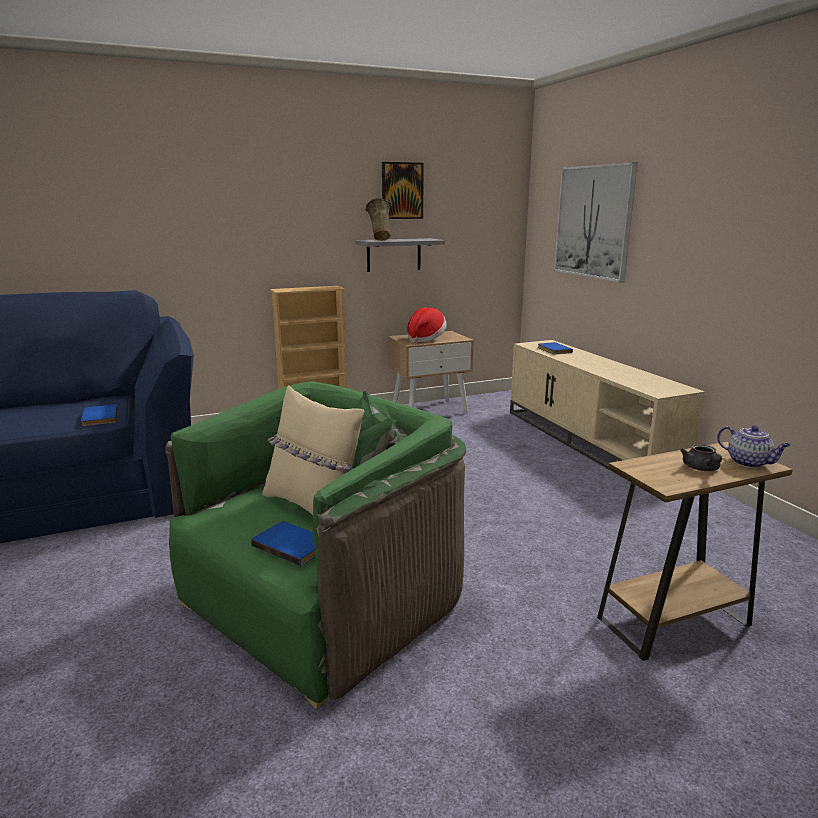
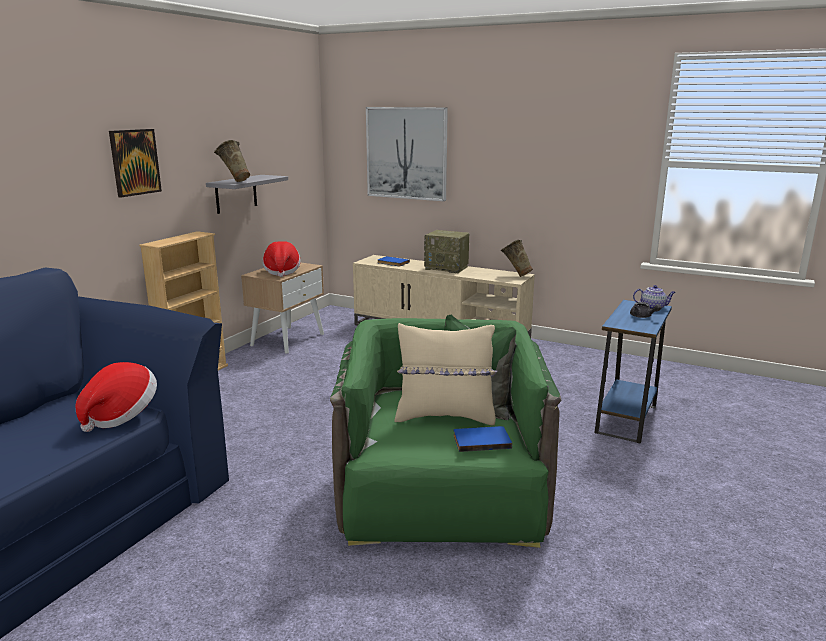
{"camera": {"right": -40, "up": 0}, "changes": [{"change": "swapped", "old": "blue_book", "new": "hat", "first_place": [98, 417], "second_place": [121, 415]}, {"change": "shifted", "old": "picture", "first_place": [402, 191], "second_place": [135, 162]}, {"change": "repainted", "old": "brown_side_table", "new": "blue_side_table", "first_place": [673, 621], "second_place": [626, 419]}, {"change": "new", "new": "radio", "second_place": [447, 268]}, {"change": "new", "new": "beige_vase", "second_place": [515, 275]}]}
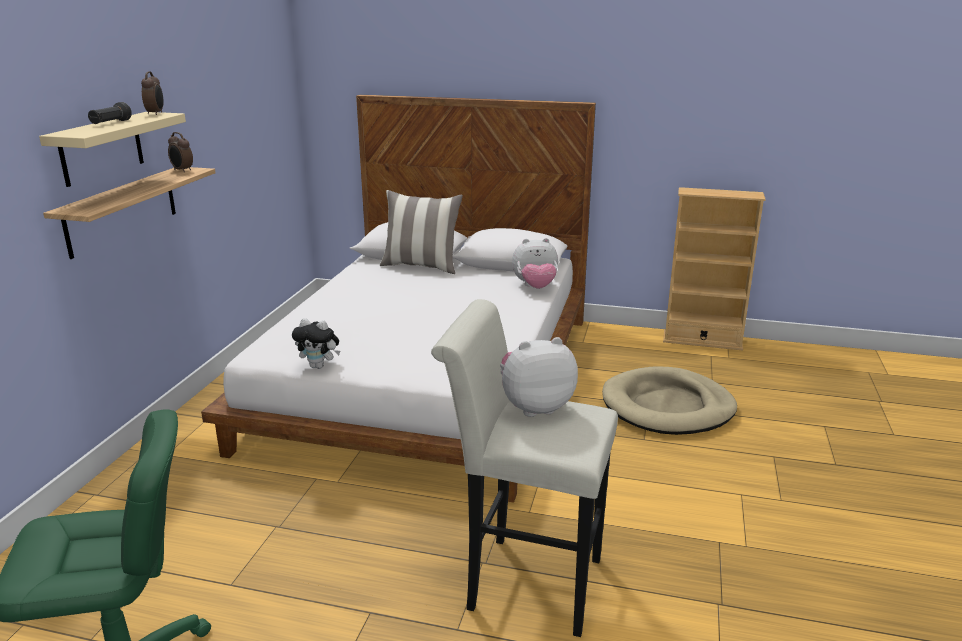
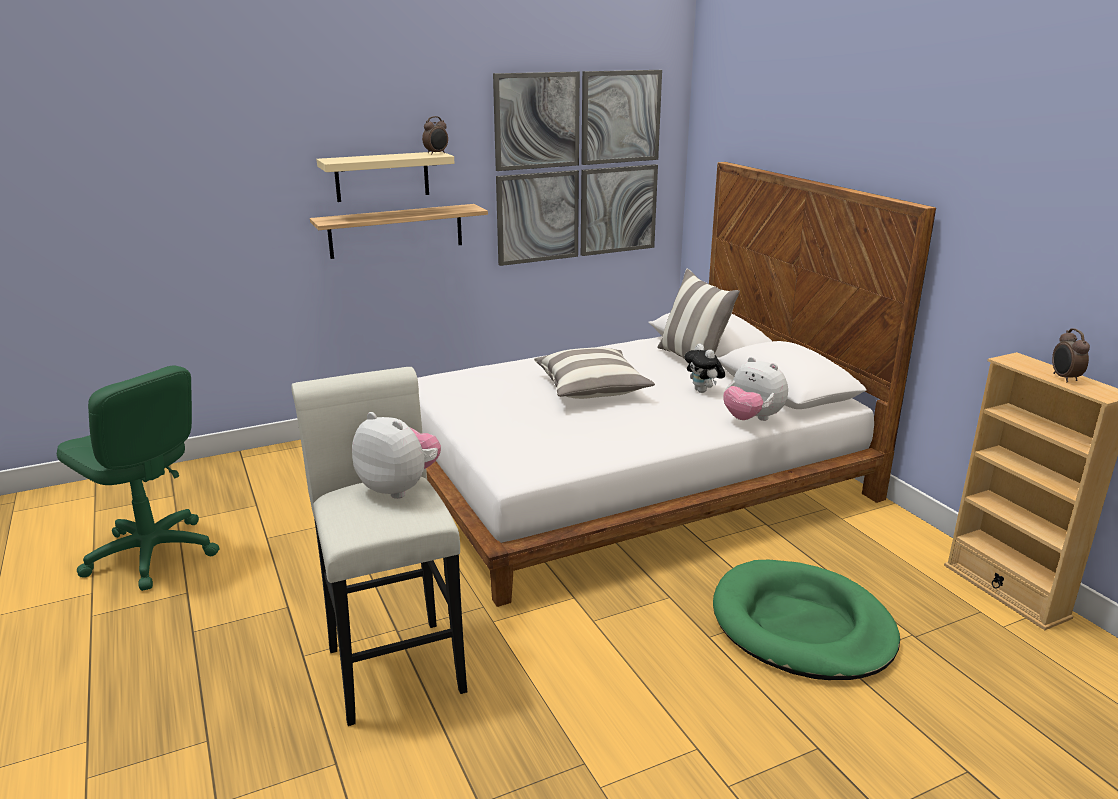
{"camera": {"right": 50, "up": 0}, "changes": [{"change": "gone", "old": "black_flashlight", "first_place": [110, 123]}, {"change": "shifted", "old": "alarm_clock", "first_place": [182, 170], "second_place": [1064, 378]}, {"change": "shifted", "old": "plush_toy", "first_place": [319, 366], "second_place": [703, 391]}, {"change": "repainted", "old": "beige_dog_bed", "new": "green_dog_bed", "first_place": [667, 406], "second_place": [801, 626]}, {"change": "new", "new": "picture", "second_place": [579, 167]}, {"change": "new", "new": "pillow", "second_place": [591, 388]}]}
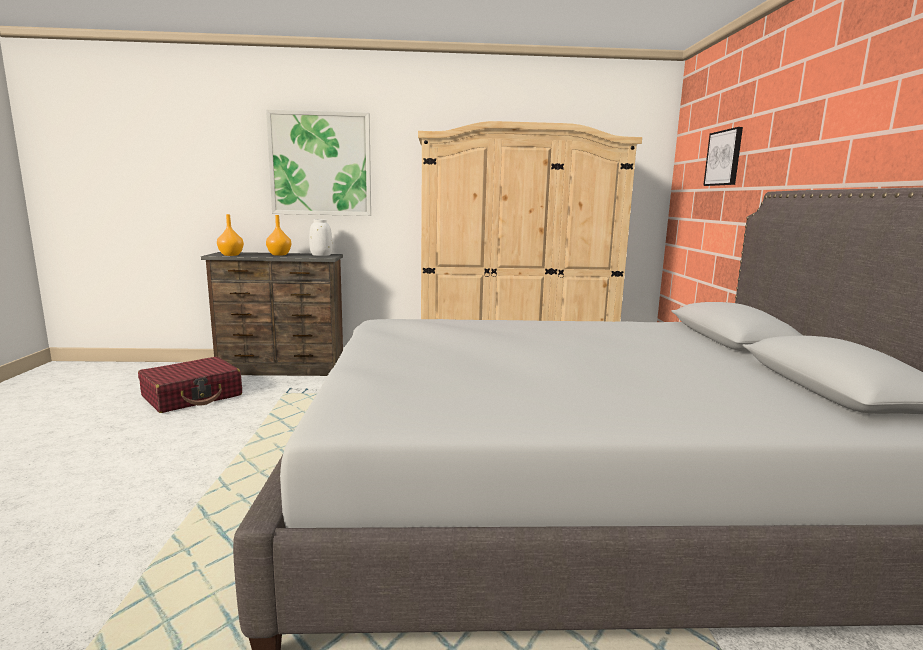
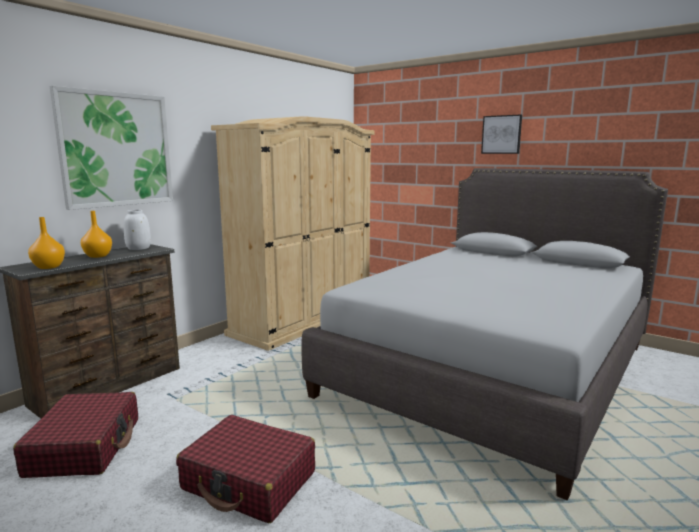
{"camera": {"right": -50, "up": 0}, "changes": [{"change": "shifted", "old": "picture", "first_place": [724, 158], "second_place": [501, 134]}, {"change": "new", "new": "red_suitcase", "second_place": [249, 481]}]}
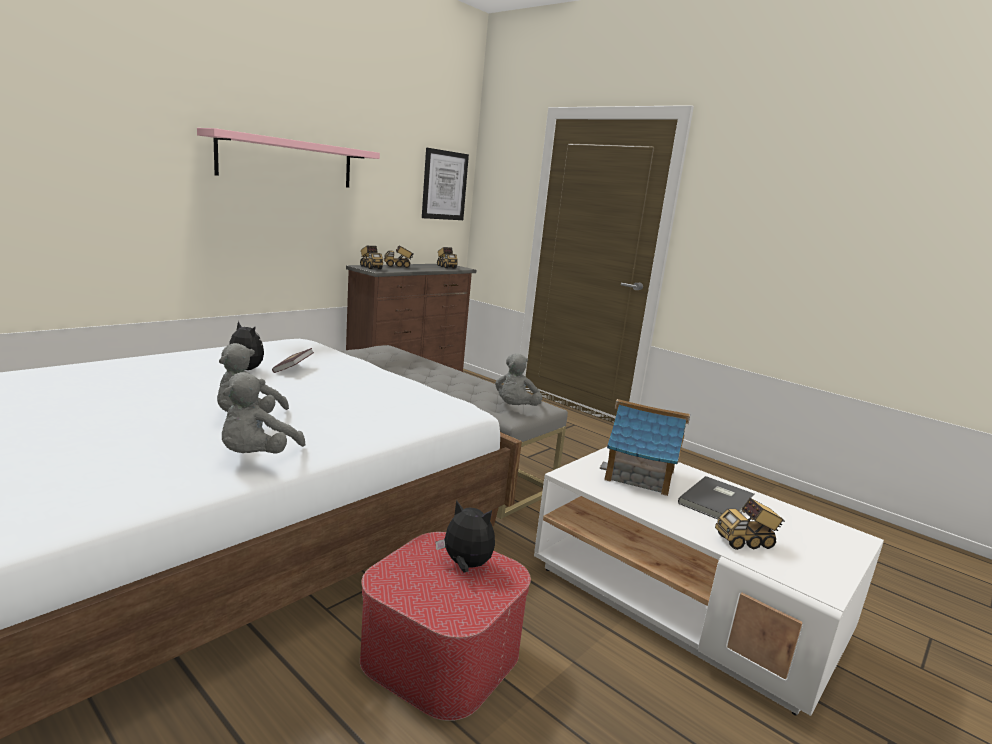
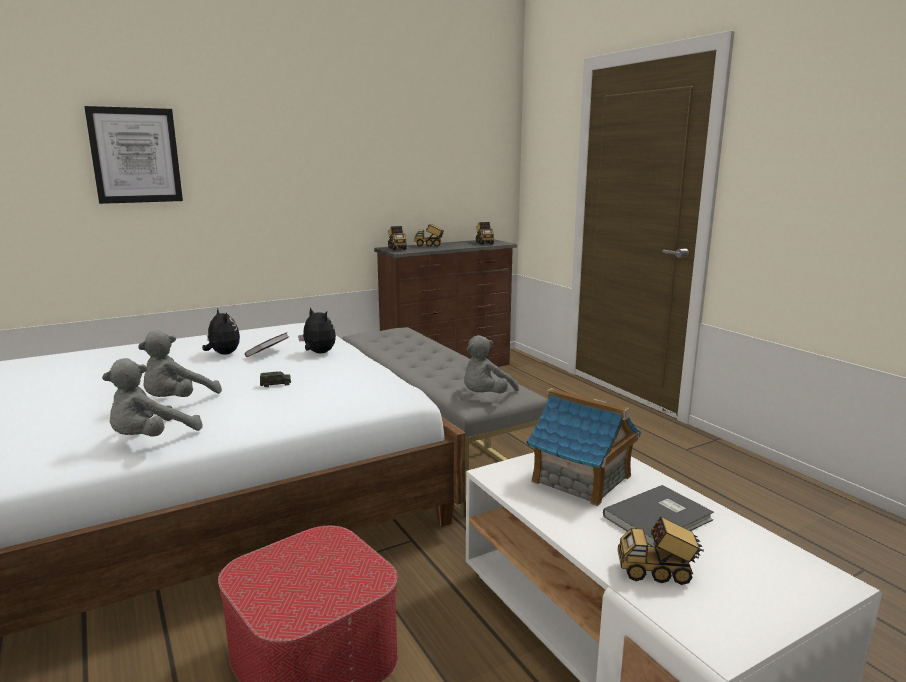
{"camera": {"right": 20, "up": 0}, "changes": [{"change": "gone", "old": "pink_shelf", "first_place": [287, 161]}, {"change": "shifted", "old": "picture", "first_place": [444, 185], "second_place": [135, 155]}, {"change": "shifted", "old": "plush_toy", "first_place": [465, 565], "second_place": [318, 353]}, {"change": "new", "new": "toy_car", "second_place": [275, 384]}]}
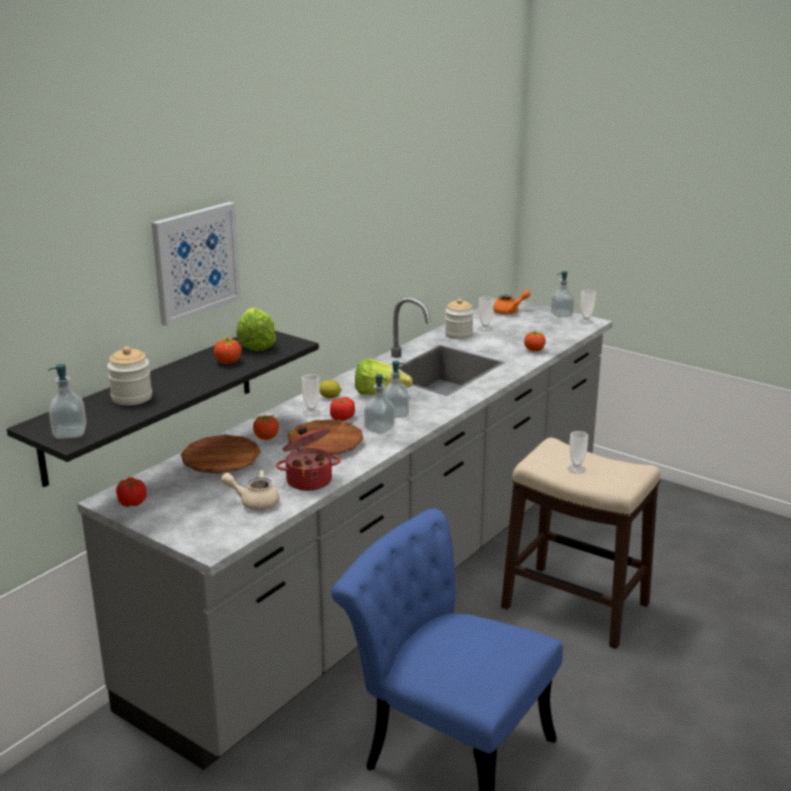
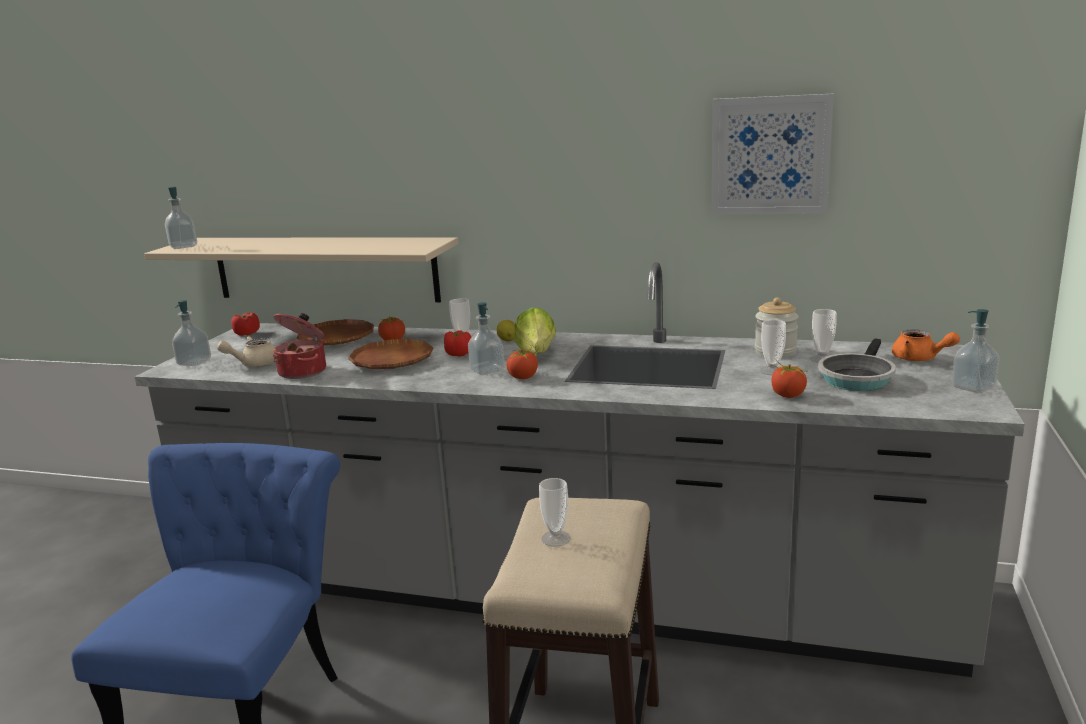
{"camera": {"right": 70, "up": -5}, "changes": [{"change": "repainted", "old": "black_shelf", "new": "beige_shelf", "first_place": [151, 403], "second_place": [324, 268]}, {"change": "gone", "old": "jar", "first_place": [132, 398]}, {"change": "shifted", "old": "picture", "first_place": [195, 262], "second_place": [770, 155]}, {"change": "shifted", "old": "tomato", "first_place": [228, 362], "second_place": [523, 377]}, {"change": "rotated", "old": "beige_teapot", "first_place": [254, 502], "second_place": [254, 364], "degrees": -105}, {"change": "gone", "old": "lettuce", "first_place": [257, 342]}, {"change": "shifted", "old": "soap_dispenser", "first_place": [379, 429], "second_place": [194, 362]}, {"change": "shifted", "old": "cup", "first_place": [586, 321], "second_place": [772, 371]}, {"change": "new", "new": "frying_pan", "second_place": [856, 378]}]}
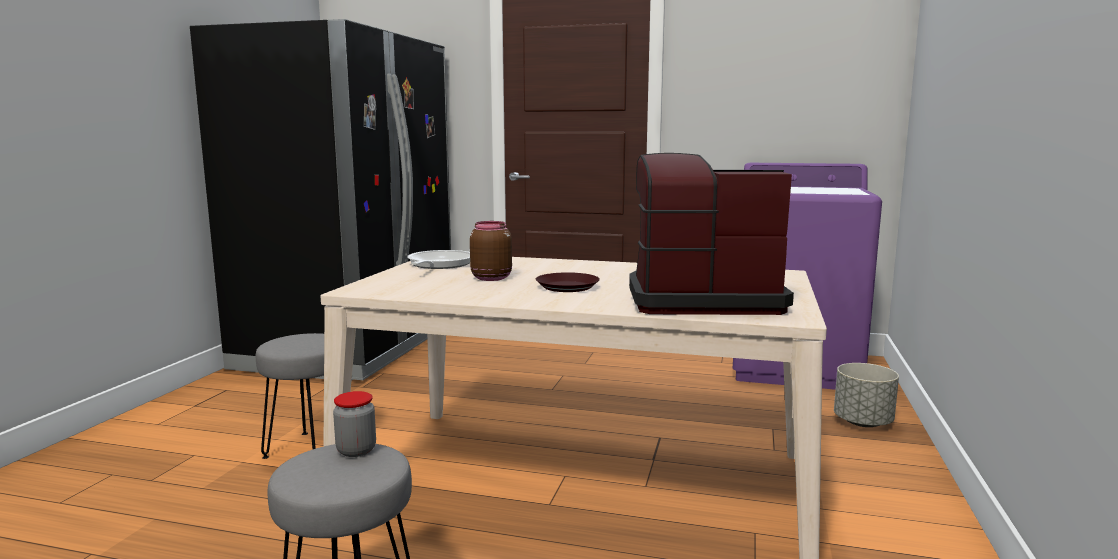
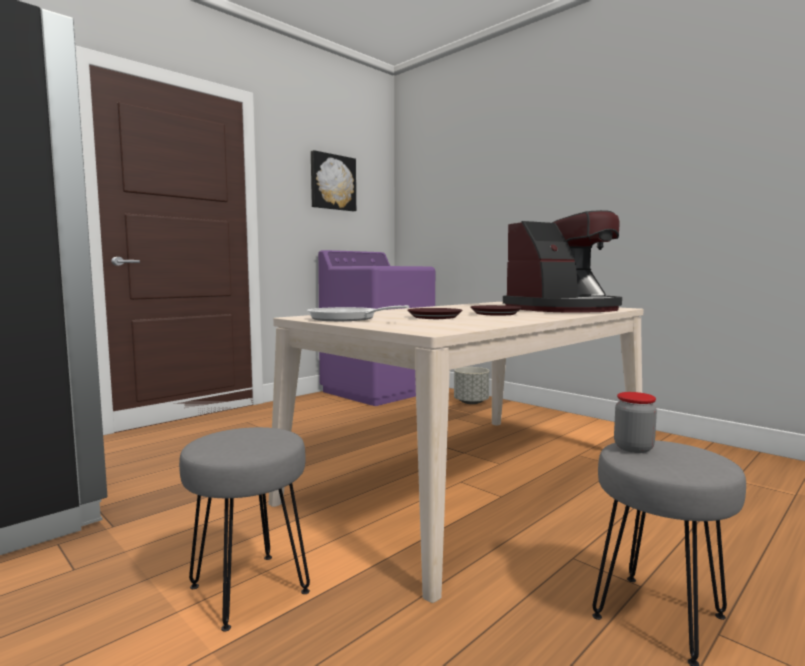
{"camera": {"right": -60, "up": -5}, "changes": [{"change": "swapped", "old": "brown_jar", "new": "brown_plate", "first_place": [490, 278], "second_place": [434, 317]}, {"change": "rotated", "old": "coffee_machine", "first_place": [700, 300], "second_place": [564, 309], "degrees": -150}, {"change": "new", "new": "picture", "second_place": [332, 182]}]}
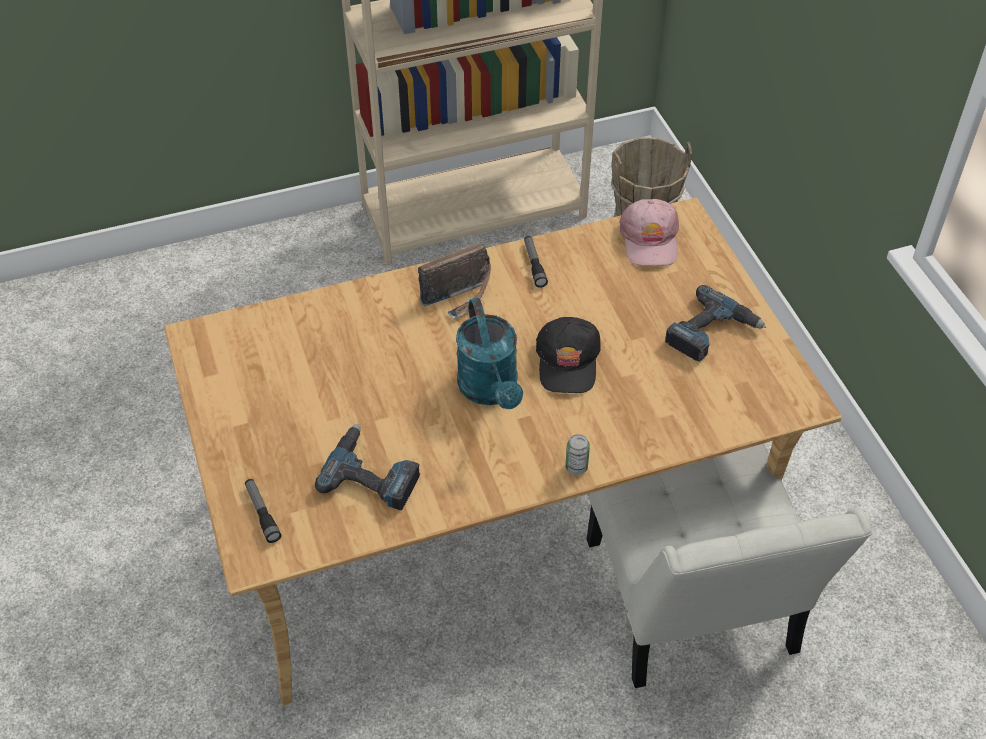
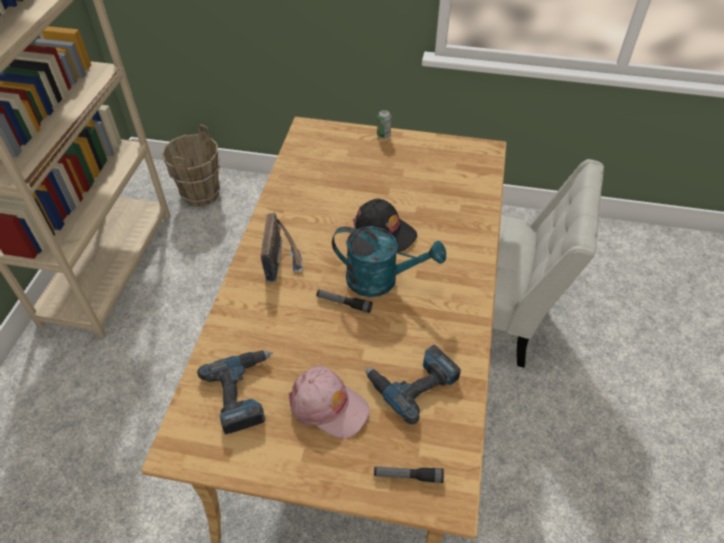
{"camera": {"right": -60, "up": 0}, "changes": [{"change": "shifted", "old": "flashlight", "first_place": [534, 265], "second_place": [344, 303]}, {"change": "shifted", "old": "can", "first_place": [576, 467], "second_place": [383, 135]}, {"change": "shifted", "old": "pink_cap", "first_place": [650, 239], "second_place": [328, 406]}, {"change": "shifted", "old": "power_drill", "first_place": [711, 333], "second_place": [243, 393]}]}
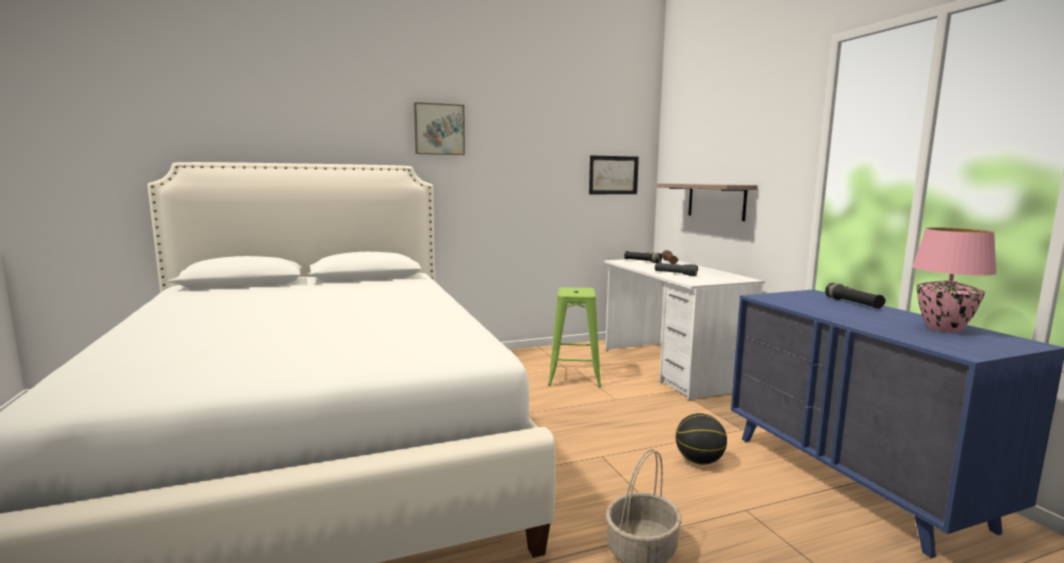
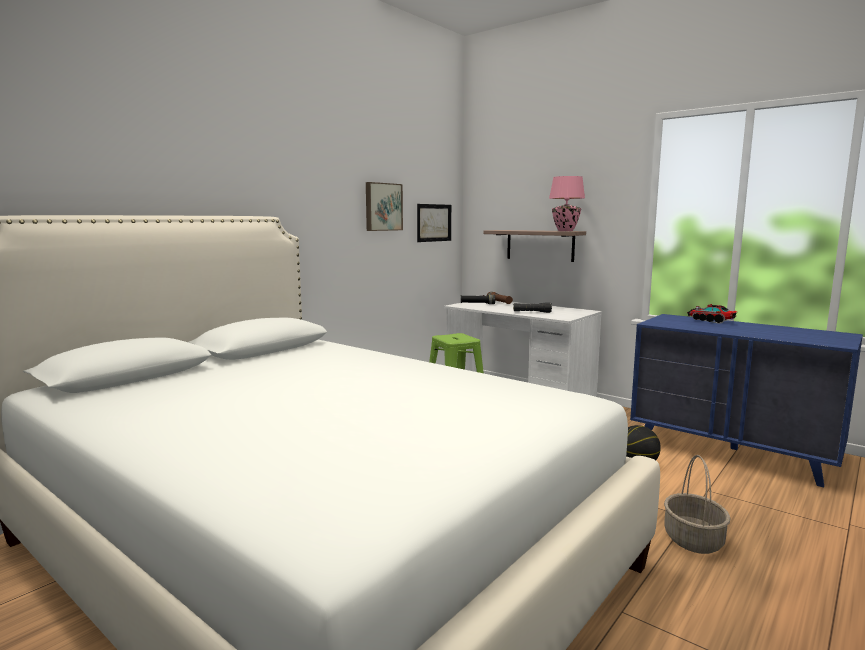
{"camera": {"right": -30, "up": 0}, "changes": [{"change": "shifted", "old": "picture", "first_place": [439, 129], "second_place": [382, 207]}, {"change": "swapped", "old": "black_flashlight", "new": "toy_truck", "first_place": [852, 303], "second_place": [710, 321]}, {"change": "shifted", "old": "pink_table_lamp", "first_place": [943, 329], "second_place": [565, 231]}]}
